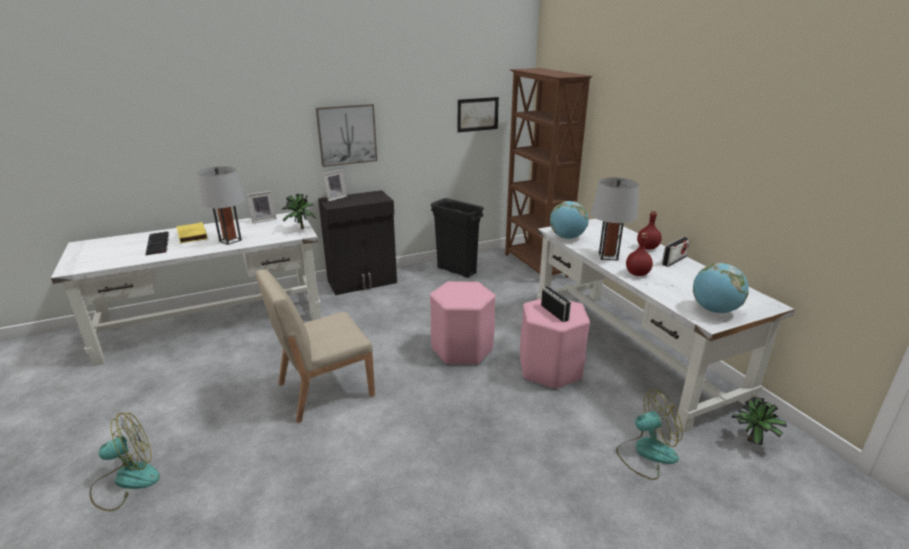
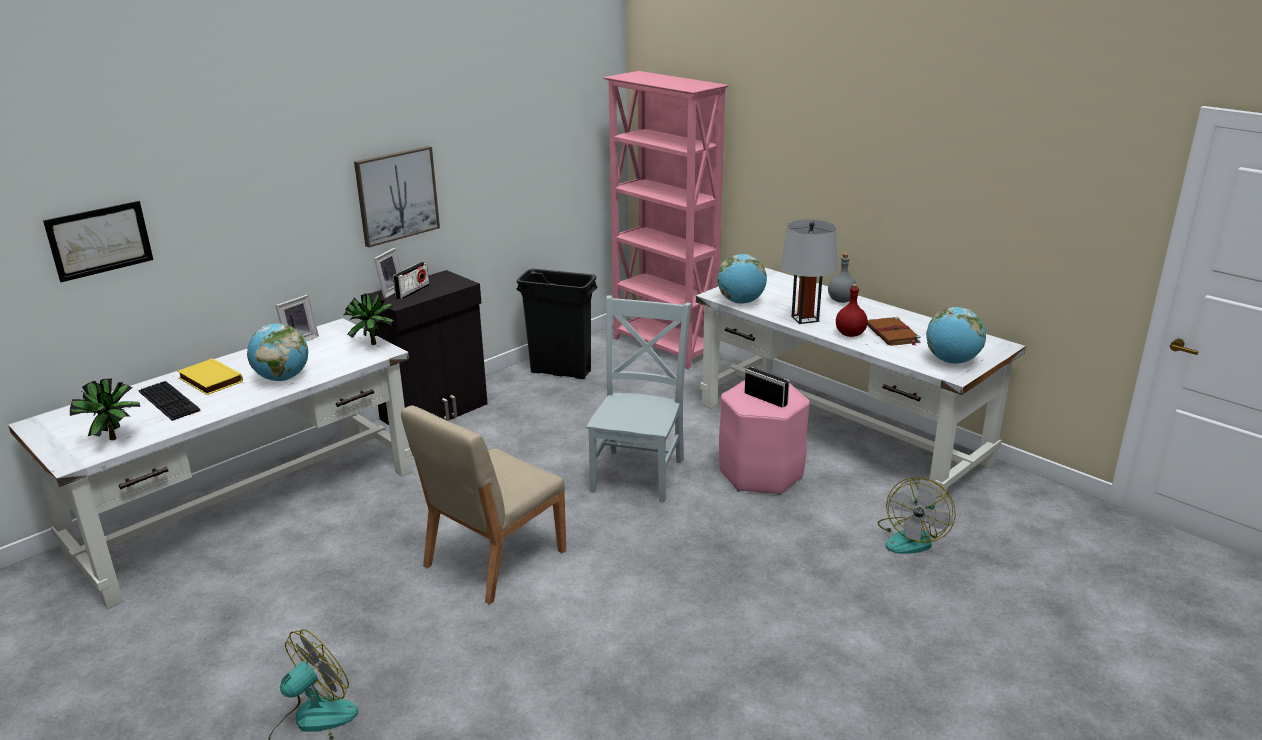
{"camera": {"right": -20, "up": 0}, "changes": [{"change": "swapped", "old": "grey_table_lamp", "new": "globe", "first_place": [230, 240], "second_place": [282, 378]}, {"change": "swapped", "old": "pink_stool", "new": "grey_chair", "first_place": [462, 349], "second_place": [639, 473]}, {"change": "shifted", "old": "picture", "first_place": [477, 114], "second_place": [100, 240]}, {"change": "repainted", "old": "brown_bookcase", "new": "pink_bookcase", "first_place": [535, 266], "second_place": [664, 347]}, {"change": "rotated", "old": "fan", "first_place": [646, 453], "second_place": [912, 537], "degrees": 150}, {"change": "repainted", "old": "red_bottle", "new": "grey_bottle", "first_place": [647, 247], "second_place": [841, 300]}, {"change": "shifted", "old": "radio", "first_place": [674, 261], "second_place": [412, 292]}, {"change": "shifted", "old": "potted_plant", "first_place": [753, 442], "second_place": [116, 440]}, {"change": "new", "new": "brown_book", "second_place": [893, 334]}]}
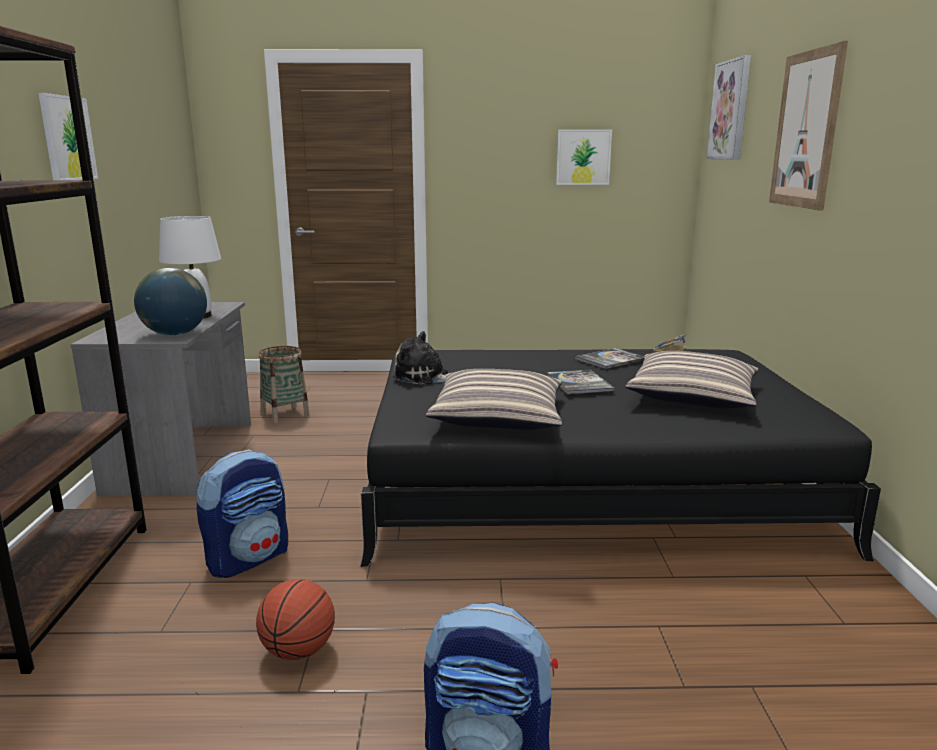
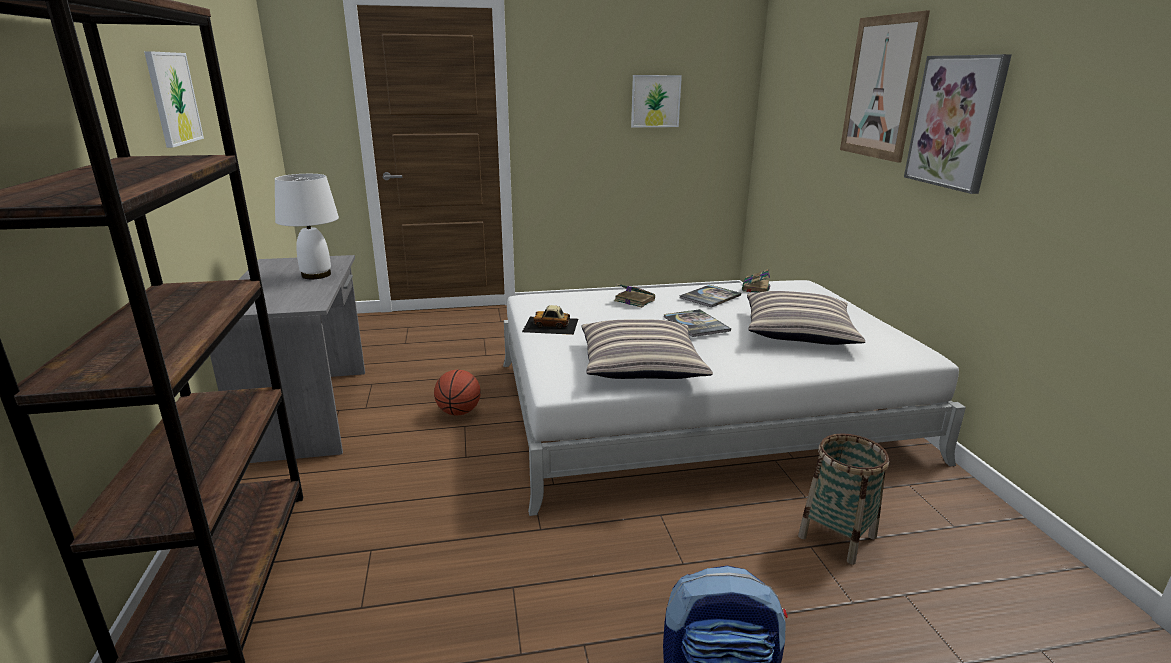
{"camera": {"right": -10, "up": 5}, "changes": [{"change": "gone", "old": "globe", "first_place": [175, 334]}, {"change": "gone", "old": "backpack", "first_place": [249, 558]}, {"change": "shifted", "old": "basketball", "first_place": [298, 650], "second_place": [458, 412]}, {"change": "shifted", "old": "basket", "first_place": [285, 414], "second_place": [837, 536]}, {"change": "repainted", "old": "black_bed", "new": "white_bed", "first_place": [585, 480], "second_place": [697, 408]}, {"change": "swapped", "old": "plush_toy", "new": "toy_car", "first_place": [423, 377], "second_place": [551, 325]}, {"change": "shifted", "old": "picture", "first_place": [730, 110], "second_place": [955, 122]}, {"change": "new", "new": "book", "second_place": [633, 300]}]}
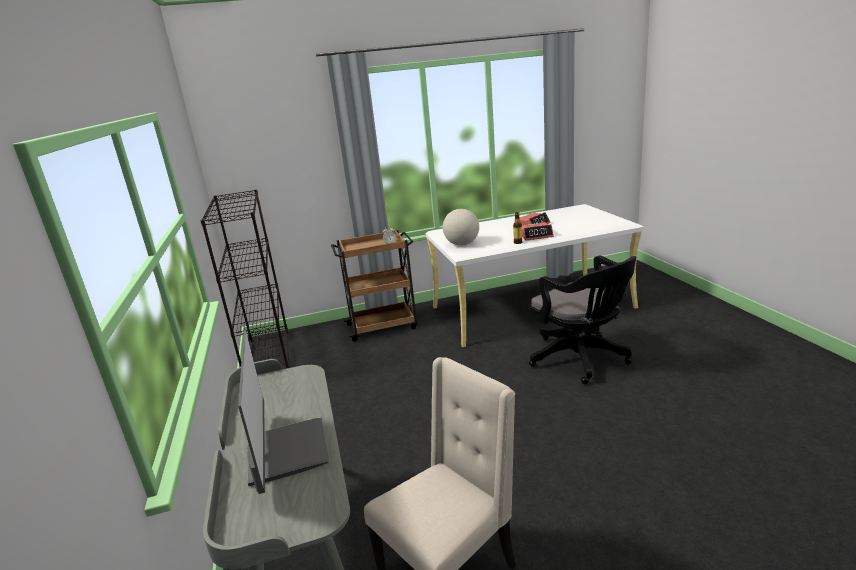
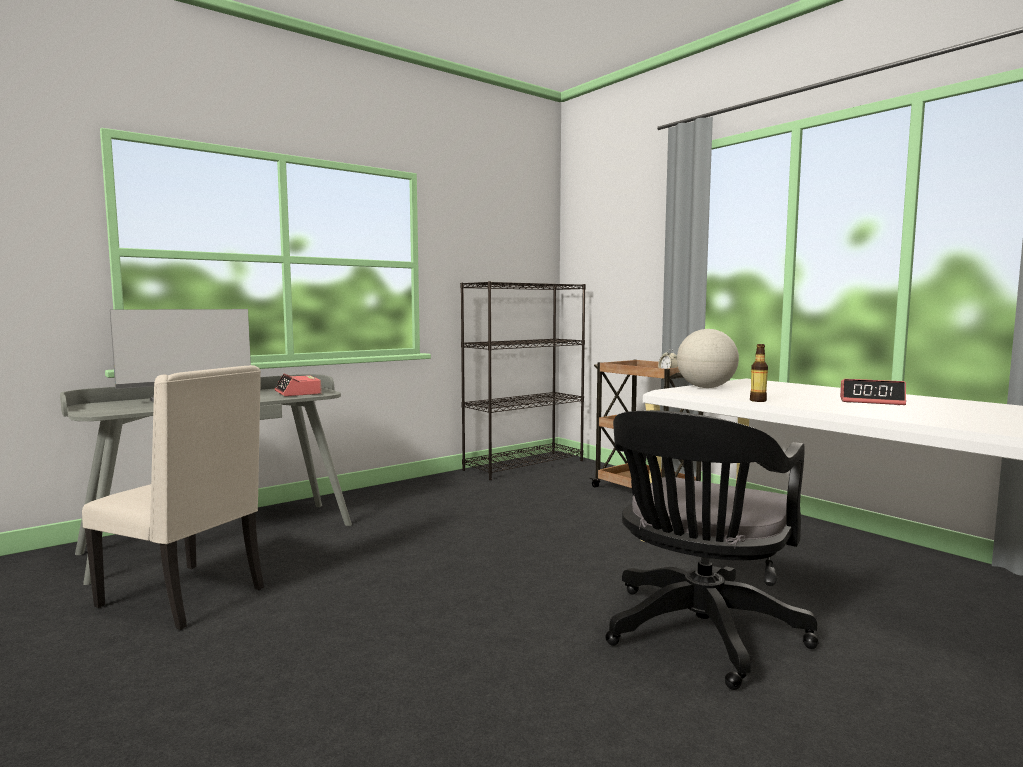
{"camera": {"right": 65, "up": -15}, "changes": [{"change": "shifted", "old": "alarm_clock", "first_place": [536, 236], "second_place": [298, 393]}]}
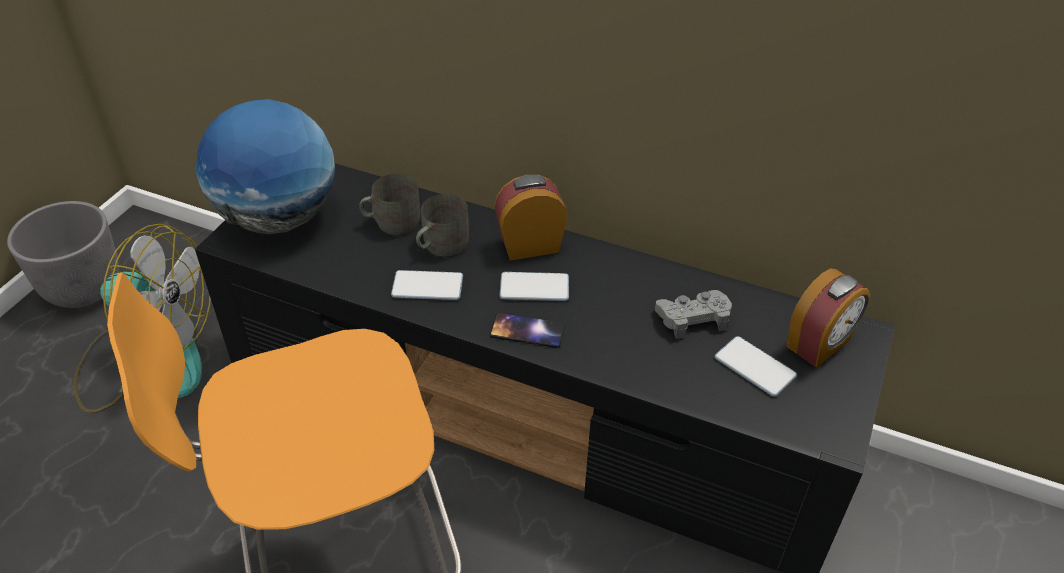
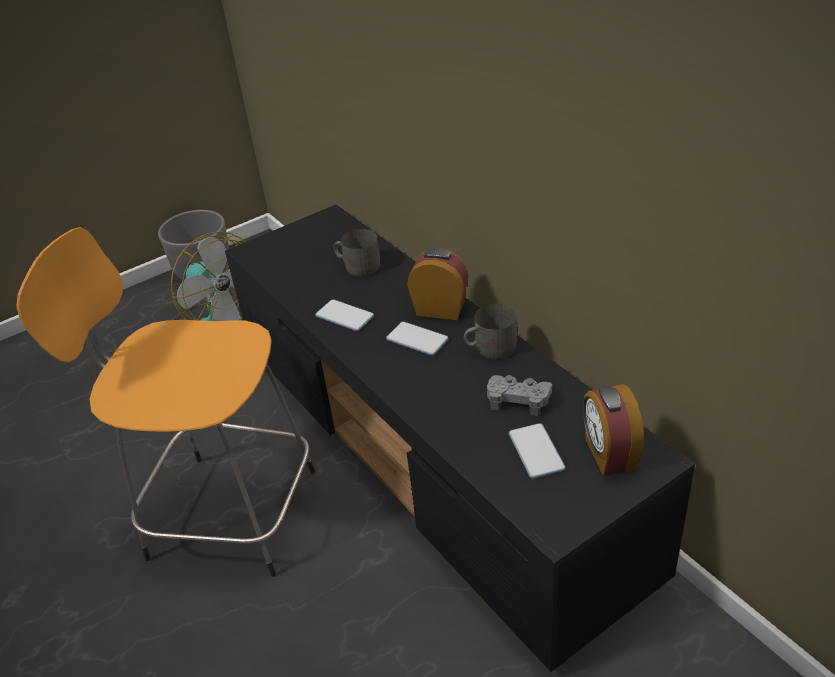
{"camera": {"right": 35, "up": -5}, "changes": [{"change": "gone", "old": "globe", "first_place": [278, 218]}, {"change": "shifted", "old": "grey_mug", "first_place": [441, 245], "second_place": [490, 348]}, {"change": "gone", "old": "phone", "first_place": [527, 331]}, {"change": "rotated", "old": "alarm_clock", "first_place": [819, 344], "second_place": [608, 454], "degrees": 90}]}
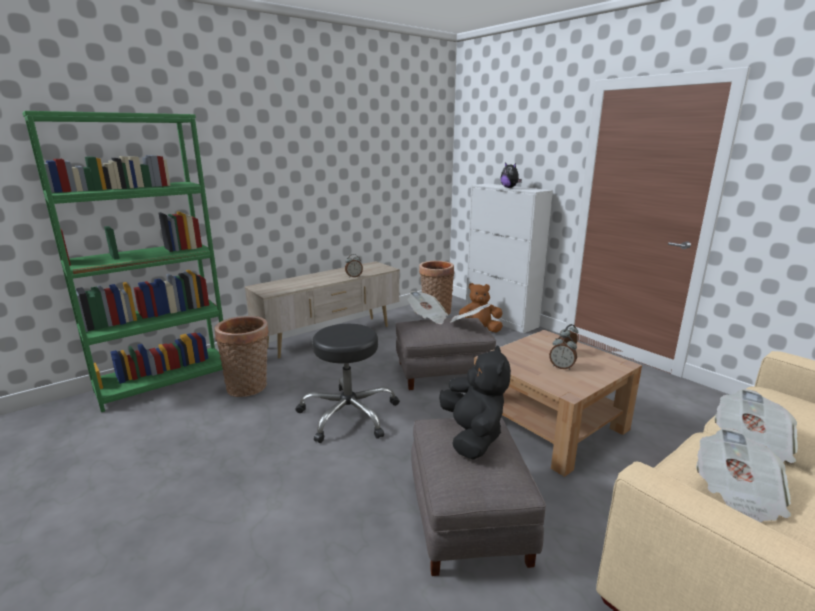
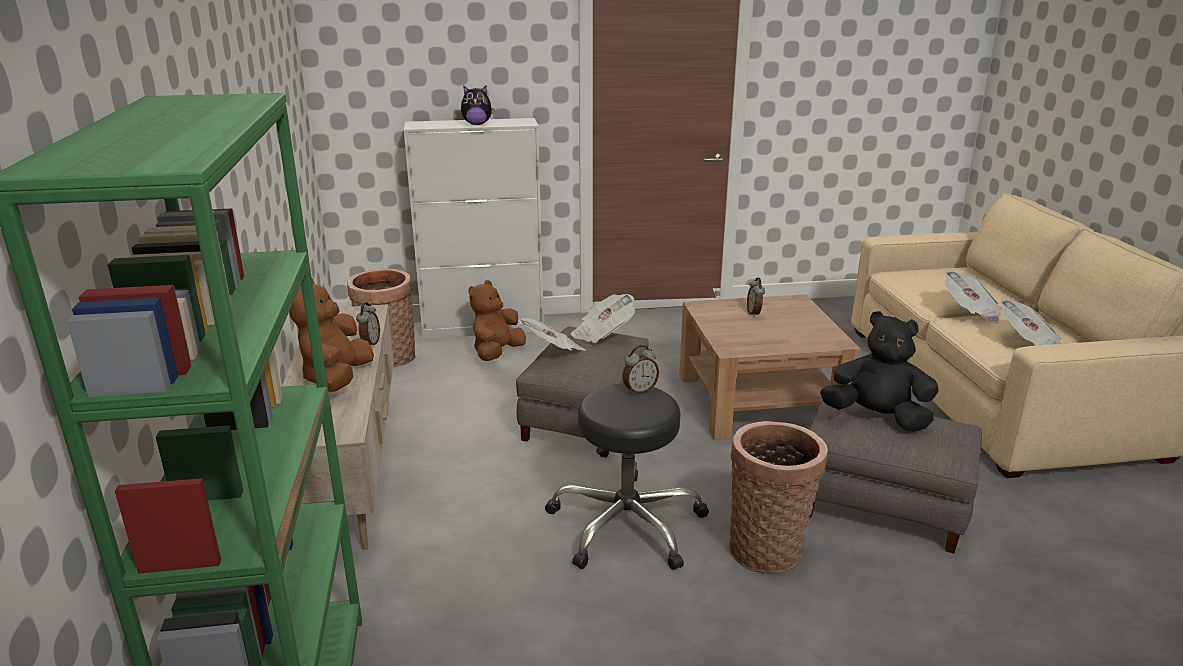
{"camera": {"right": -60, "up": 5}, "changes": [{"change": "shifted", "old": "basket", "first_place": [249, 388], "second_place": [768, 548]}, {"change": "shifted", "old": "alarm_clock", "first_place": [561, 367], "second_place": [639, 390]}, {"change": "new", "new": "brown_plush_toy", "second_place": [337, 379]}]}
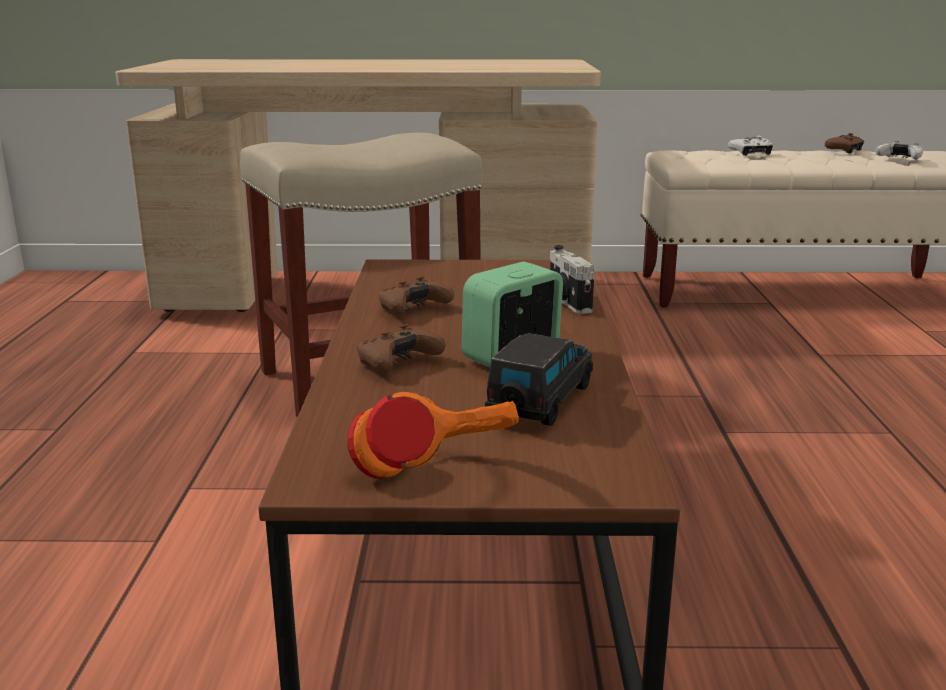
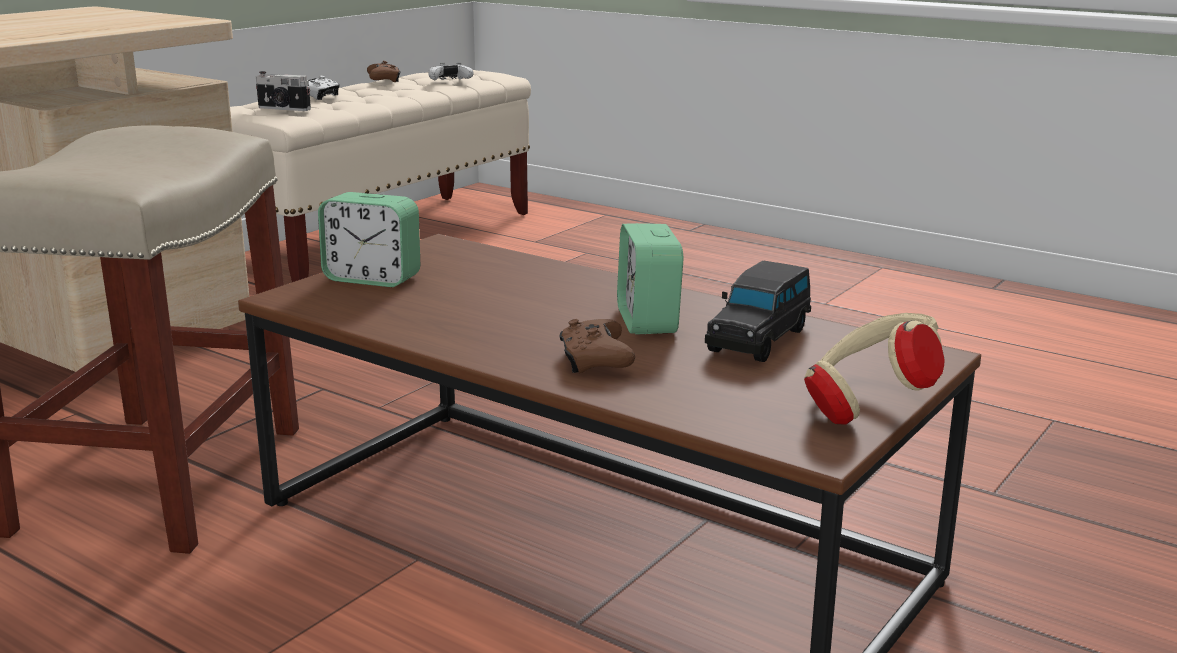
{"camera": {"right": -55, "up": 0}, "changes": [{"change": "repainted", "old": "orange_headphones", "new": "beige_headphones", "first_place": [437, 481], "second_place": [867, 407]}, {"change": "gone", "old": "brown_game_controller", "first_place": [413, 309]}, {"change": "rotated", "old": "black_toy_car", "first_place": [540, 403], "second_place": [759, 339], "degrees": -120}, {"change": "shifted", "old": "photo_camera", "first_place": [567, 302], "second_place": [283, 109]}, {"change": "new", "new": "alarm_clock", "second_place": [372, 279]}]}
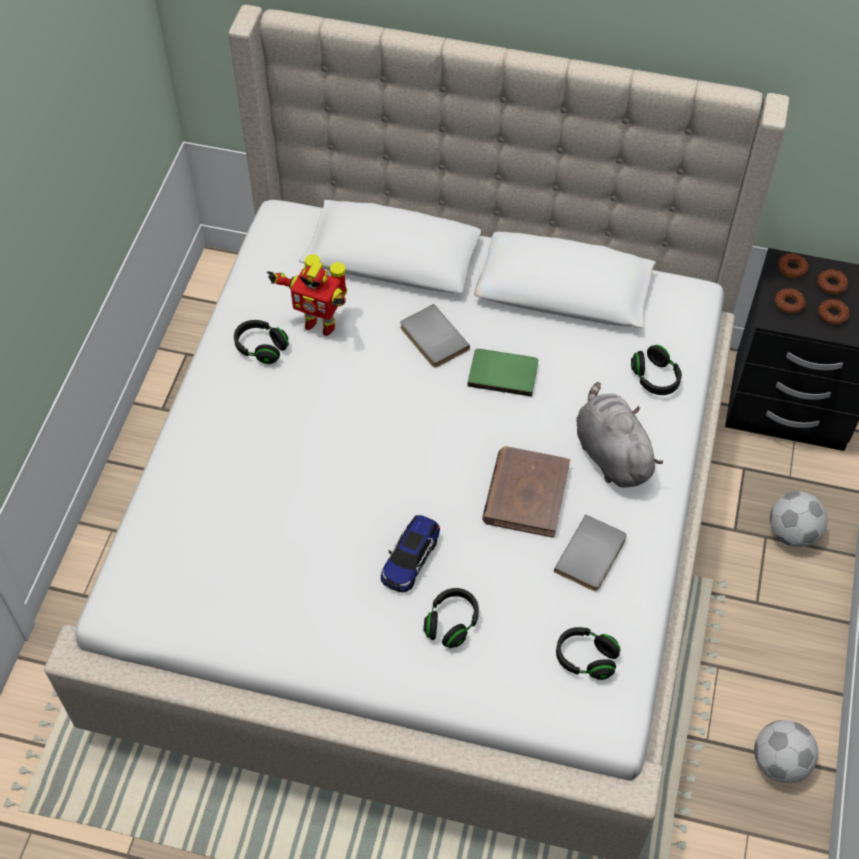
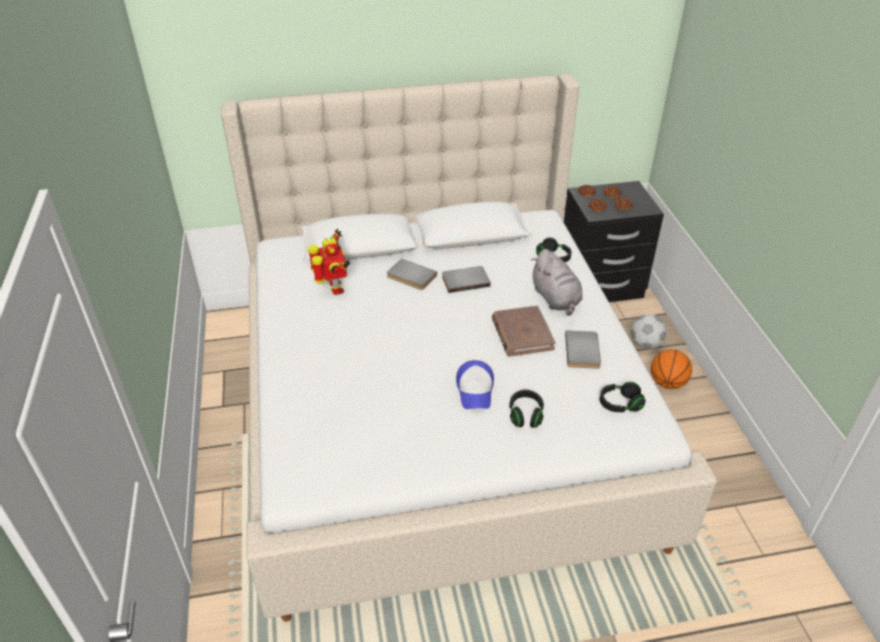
{"camera": {"right": -25, "up": -15}, "changes": [{"change": "gone", "old": "black_headphones", "first_place": [261, 348]}, {"change": "rotated", "old": "toy_robot", "first_place": [319, 323], "second_place": [334, 289], "degrees": -105}, {"change": "swapped", "old": "toy_car", "new": "cap", "first_place": [410, 559], "second_place": [475, 390]}, {"change": "repainted", "old": "green_book", "new": "grey_book", "first_place": [503, 372], "second_place": [465, 280]}, {"change": "rotated", "old": "grey_plush_toy", "first_place": [611, 453], "second_place": [556, 299], "degrees": -150}, {"change": "gone", "old": "football", "first_place": [779, 761]}, {"change": "new", "new": "basketball", "second_place": [667, 383]}]}
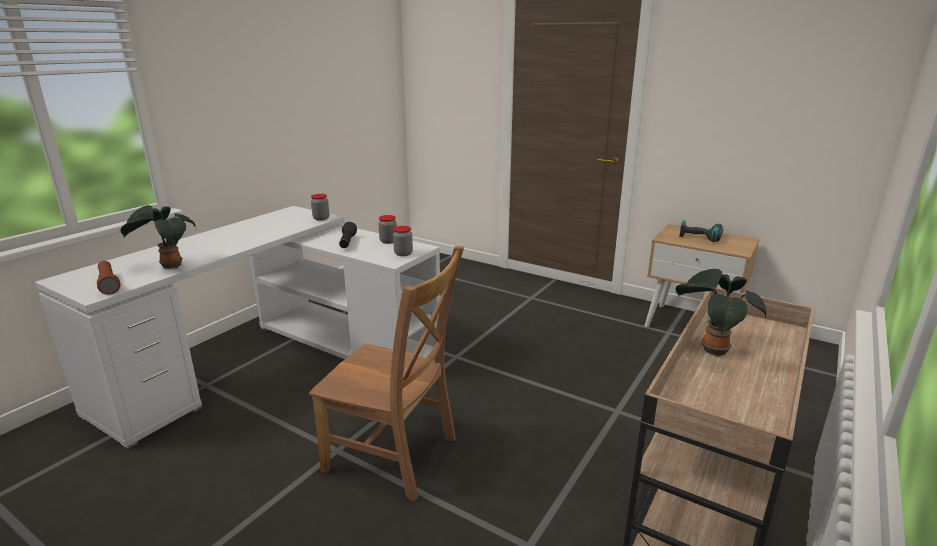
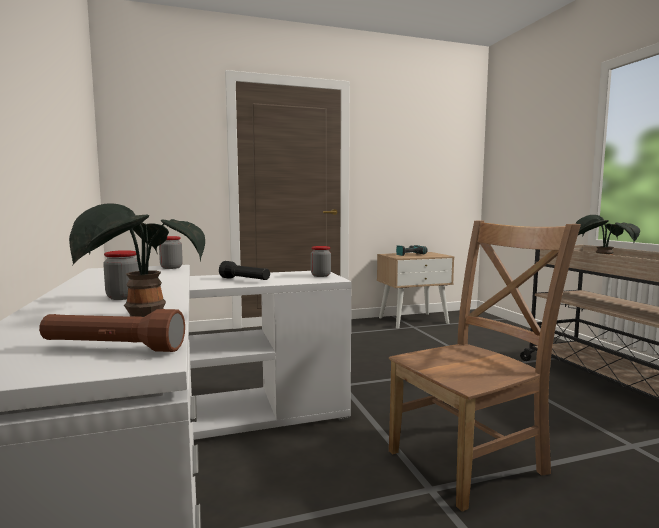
{"camera": {"right": -50, "up": -15}, "changes": [{"change": "shifted", "old": "jar", "first_place": [388, 241], "second_place": [123, 297]}]}
